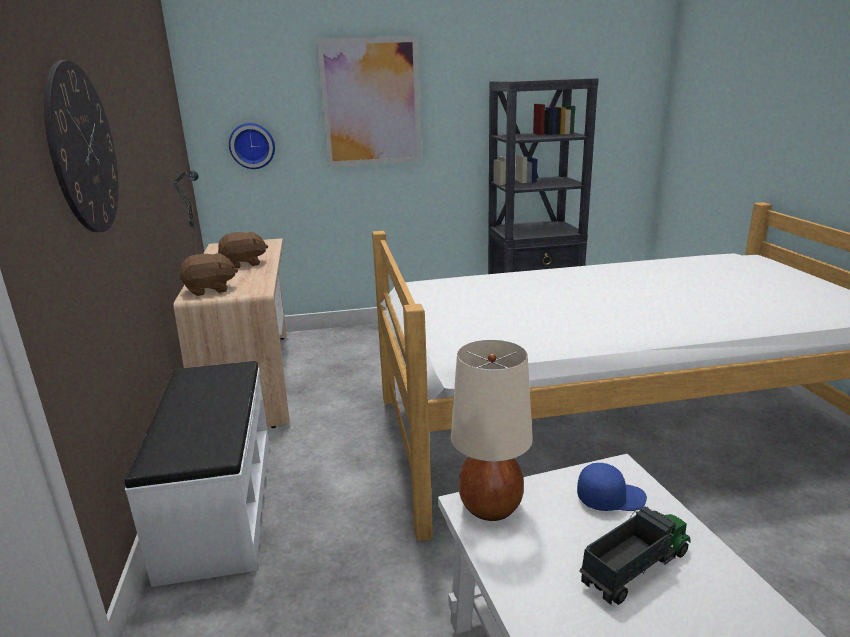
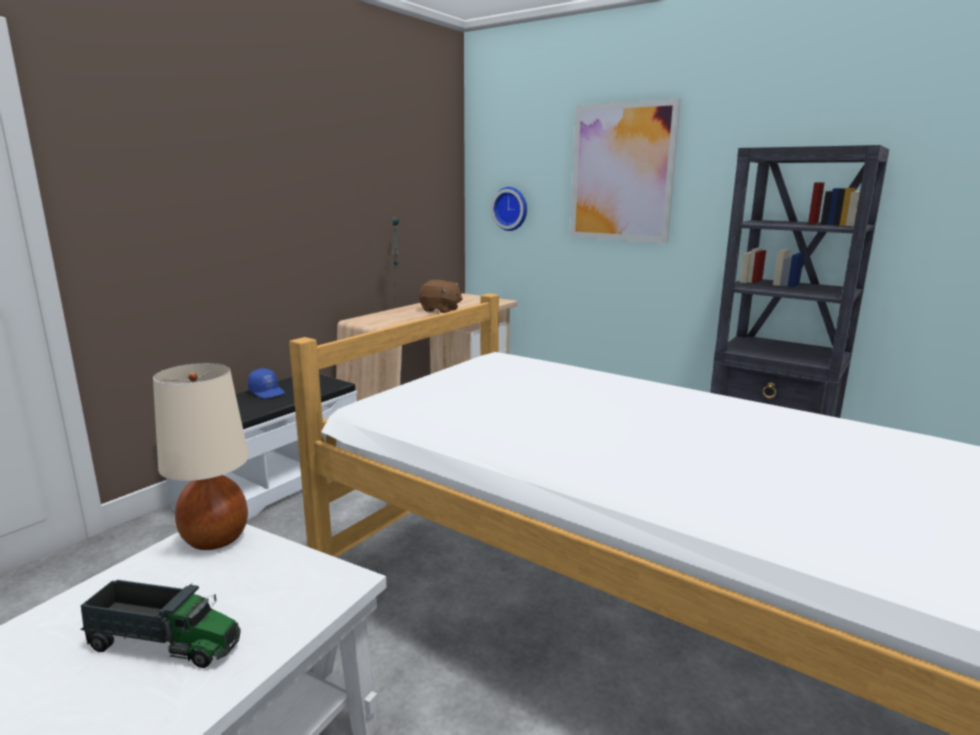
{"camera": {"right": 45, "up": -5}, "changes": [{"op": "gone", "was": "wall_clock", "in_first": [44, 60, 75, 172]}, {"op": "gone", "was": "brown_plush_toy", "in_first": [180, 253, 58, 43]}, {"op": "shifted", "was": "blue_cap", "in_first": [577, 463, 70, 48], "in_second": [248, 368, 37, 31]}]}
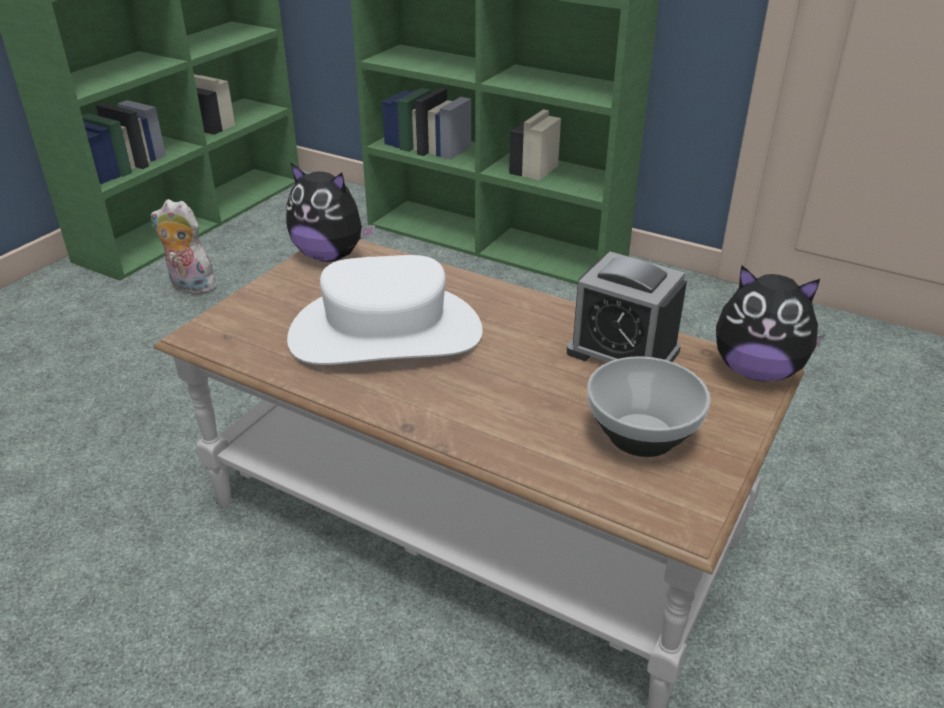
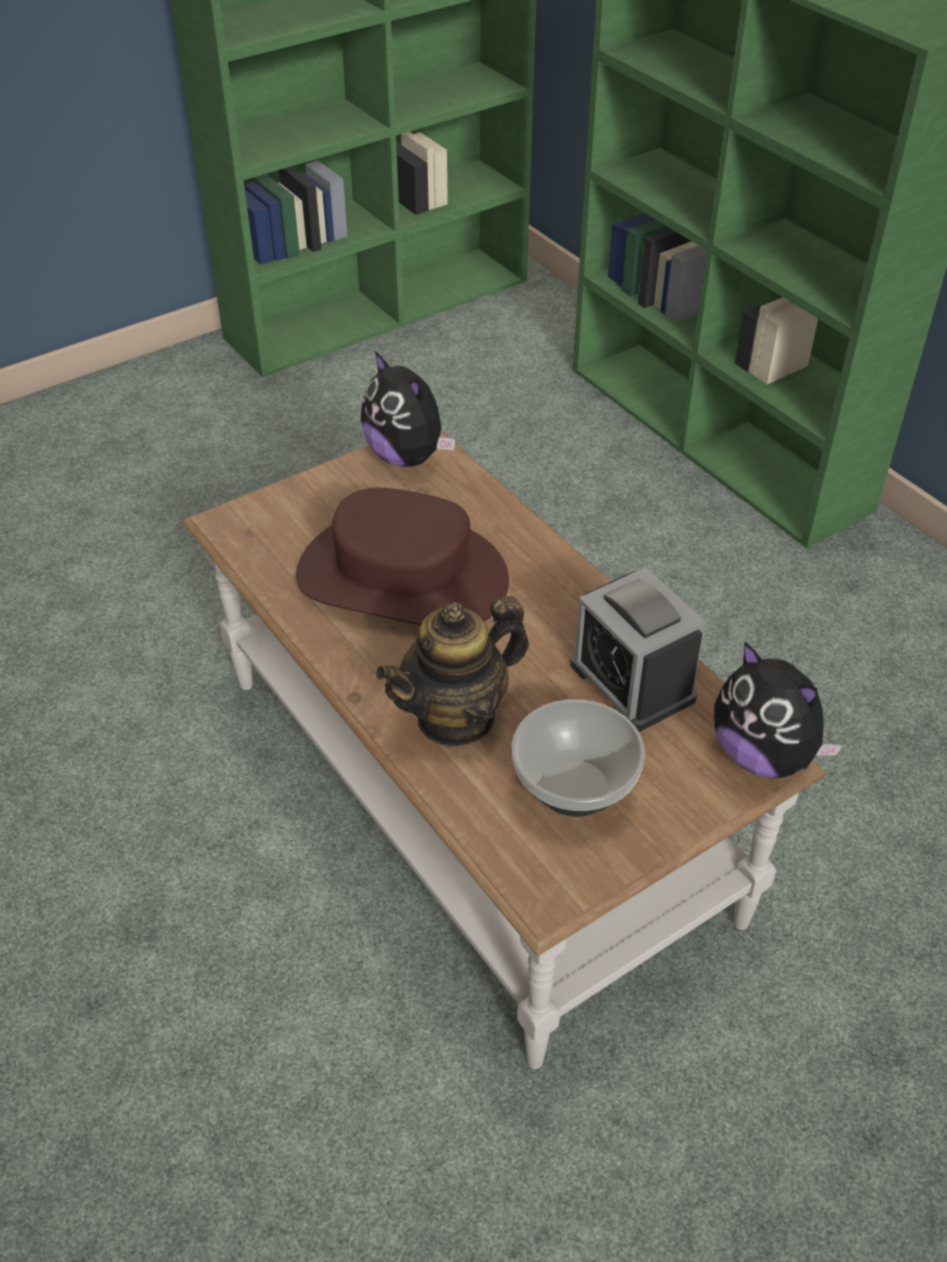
{"camera": {"right": 25, "up": 10}, "changes": [{"op": "gone", "was": "plush_toy", "in_first": [151, 199, 68, 96]}, {"op": "repainted", "was": "white_hat", "now": "brown_hat", "in_first": [287, 255, 196, 110], "in_second": [296, 488, 213, 137]}, {"op": "new", "now": "teapot", "in_second": [376, 596, 153, 152]}]}
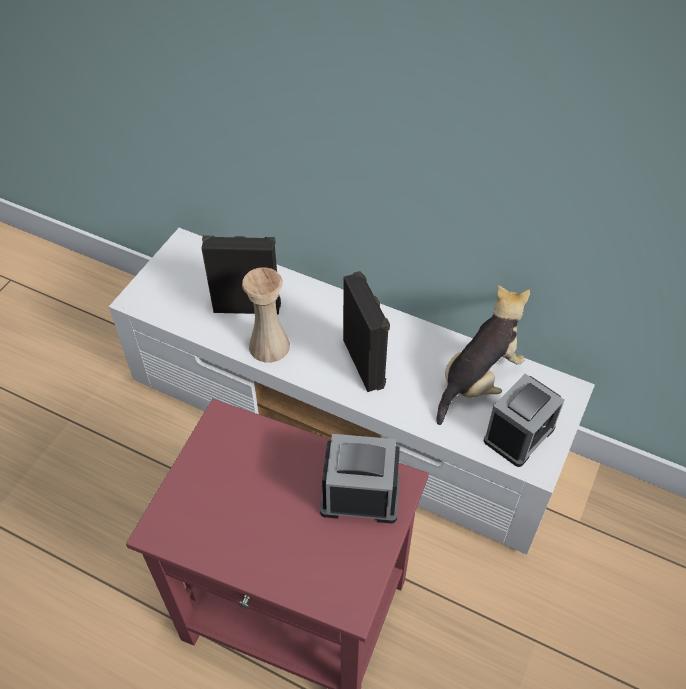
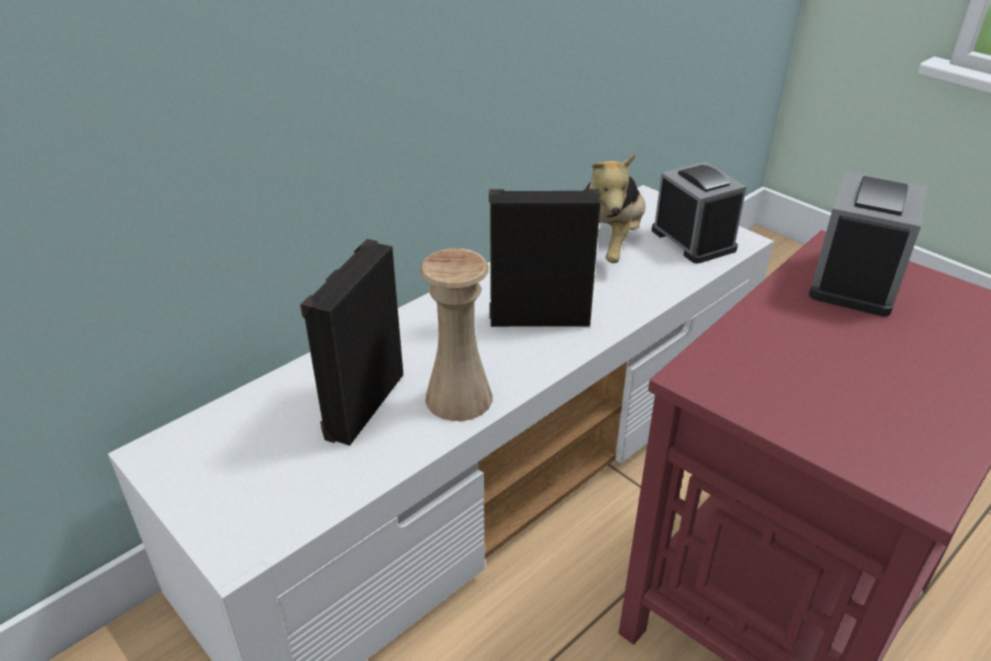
{"camera": {"right": -70, "up": -15}, "changes": [{"op": "rotated", "was": "plush_toy", "in_first": [436, 285, 94, 140], "in_second": [585, 153, 61, 110], "clockwise": -135}]}
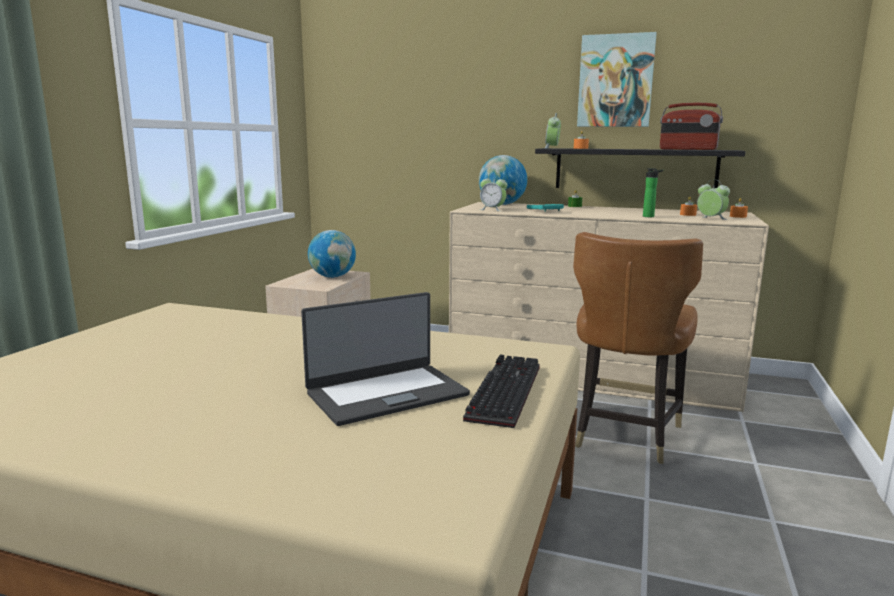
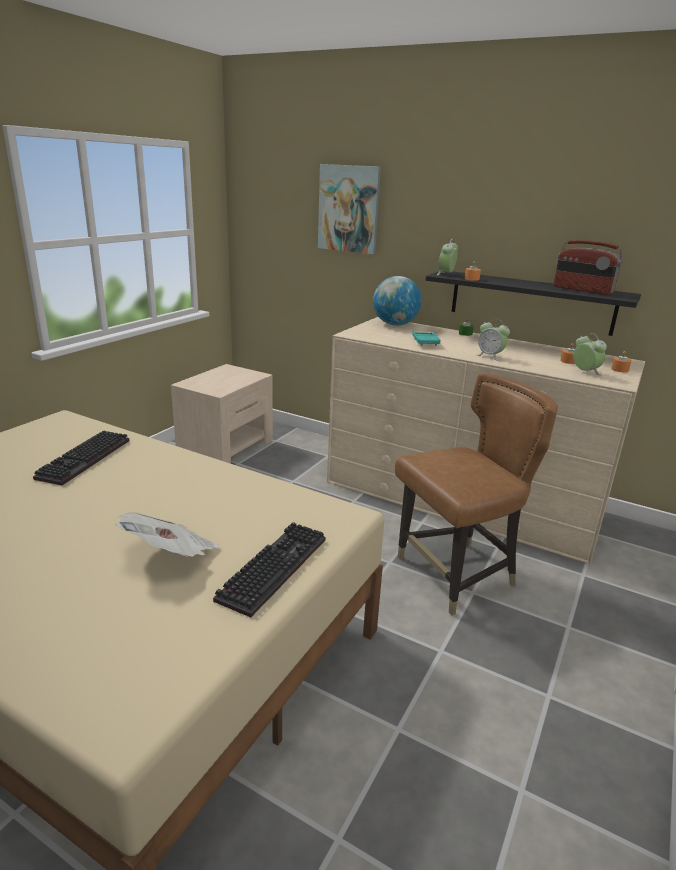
{"camera": {"right": 10, "up": 10}, "changes": [{"op": "shifted", "was": "picture", "in_first": [577, 32, 80, 95], "in_second": [318, 164, 63, 90]}, {"op": "gone", "was": "bottle", "in_first": [643, 168, 20, 49]}, {"op": "shifted", "was": "alarm_clock", "in_first": [480, 174, 28, 37], "in_second": [476, 319, 34, 42]}, {"op": "gone", "was": "globe", "in_first": [308, 230, 48, 48]}, {"op": "rotated", "was": "brown_chair", "in_first": [573, 232, 130, 232], "in_second": [395, 373, 163, 242], "clockwise": -150}, {"op": "swapped", "was": "laptop", "now": "newspaper", "in_first": [301, 292, 169, 134], "in_second": [115, 512, 105, 45]}, {"op": "new", "now": "keyboard", "in_second": [33, 430, 96, 55]}]}
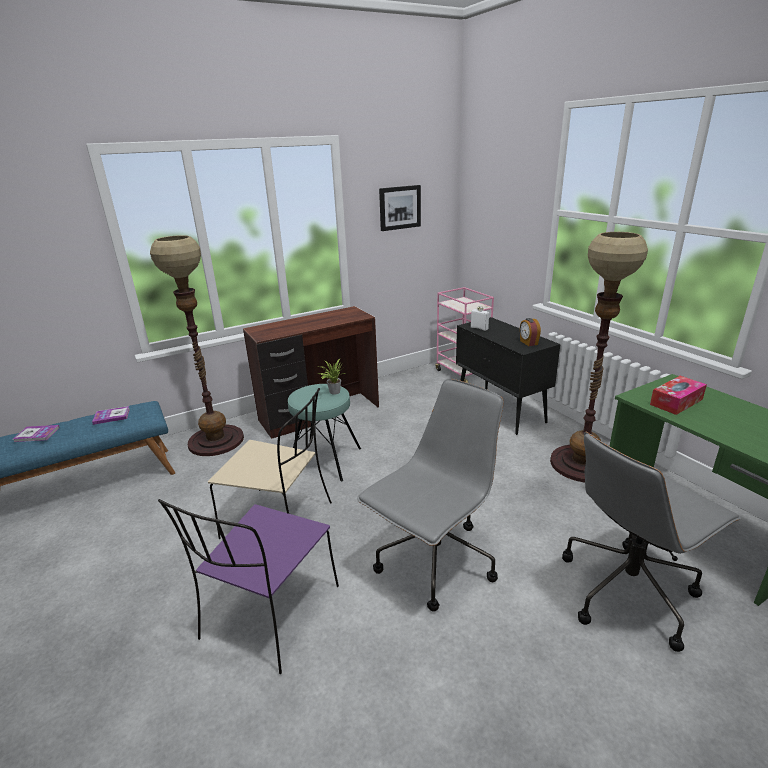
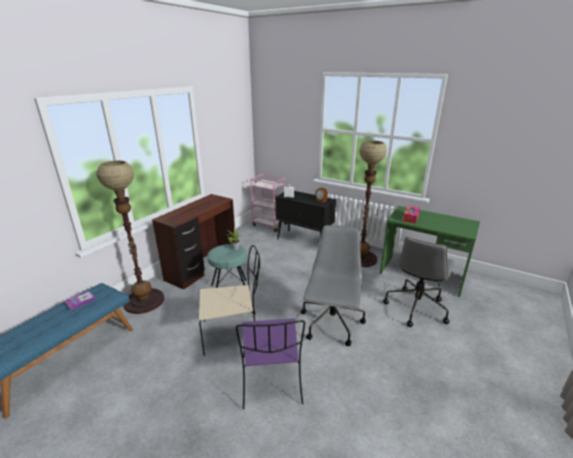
{"camera": {"right": -30, "up": 0}, "changes": [{"op": "gone", "was": "picture", "in_first": [379, 185, 42, 46]}, {"op": "gone", "was": "book", "in_first": [13, 425, 47, 17]}]}
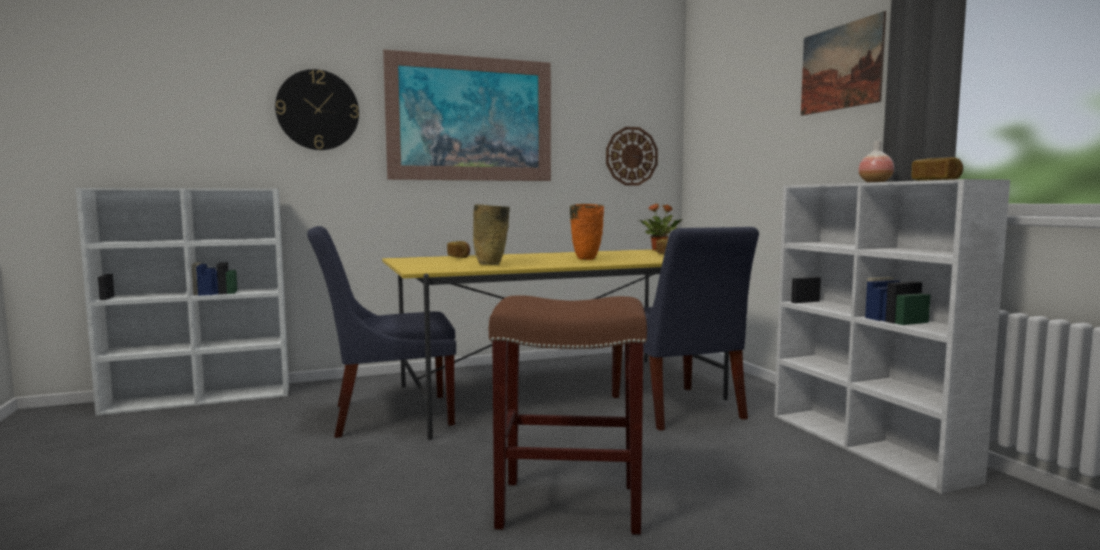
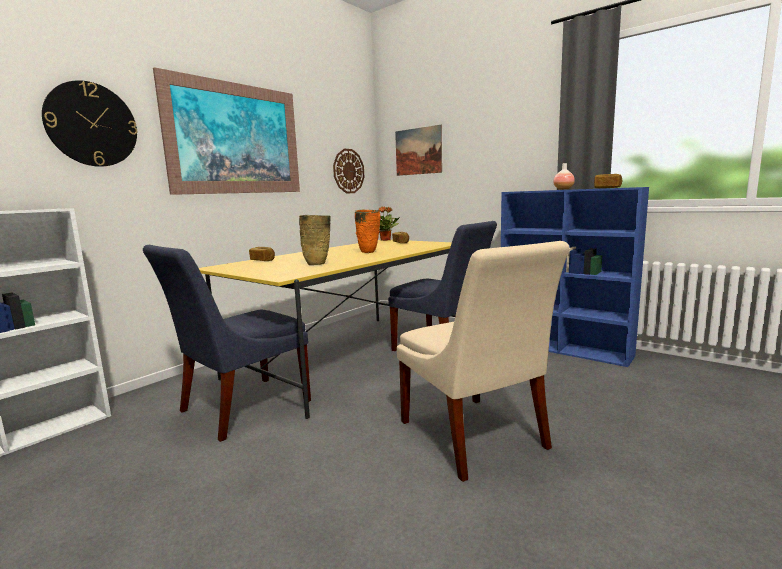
{"camera": {"right": -30, "up": 5}, "changes": [{"op": "shifted", "was": "picture", "in_first": [801, 11, 85, 105], "in_second": [395, 125, 47, 51]}, {"op": "repainted", "was": "white_bookcase", "now": "blue_bookcase", "in_first": [774, 179, 236, 315], "in_second": [501, 187, 148, 180]}, {"op": "swapped", "was": "brown_stool", "now": "beige_chair", "in_first": [489, 295, 158, 240], "in_second": [397, 241, 172, 241]}]}
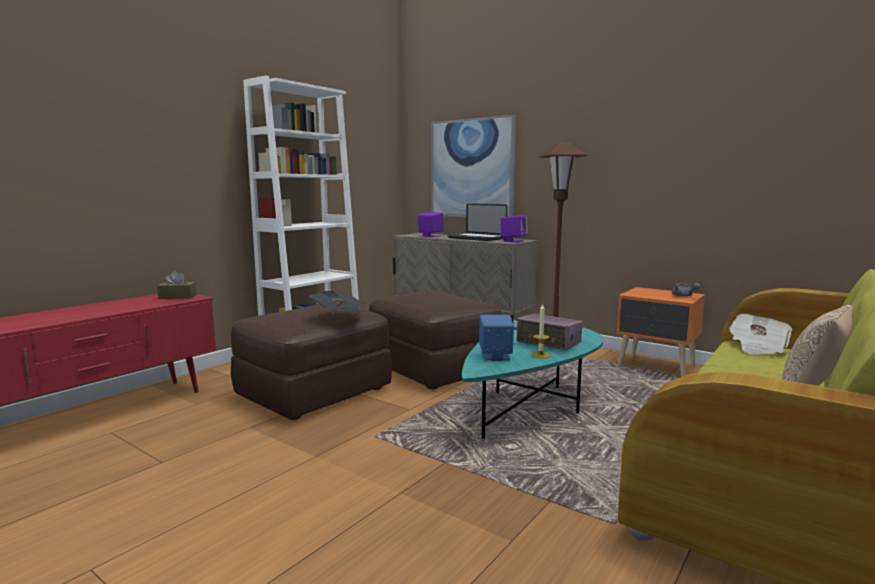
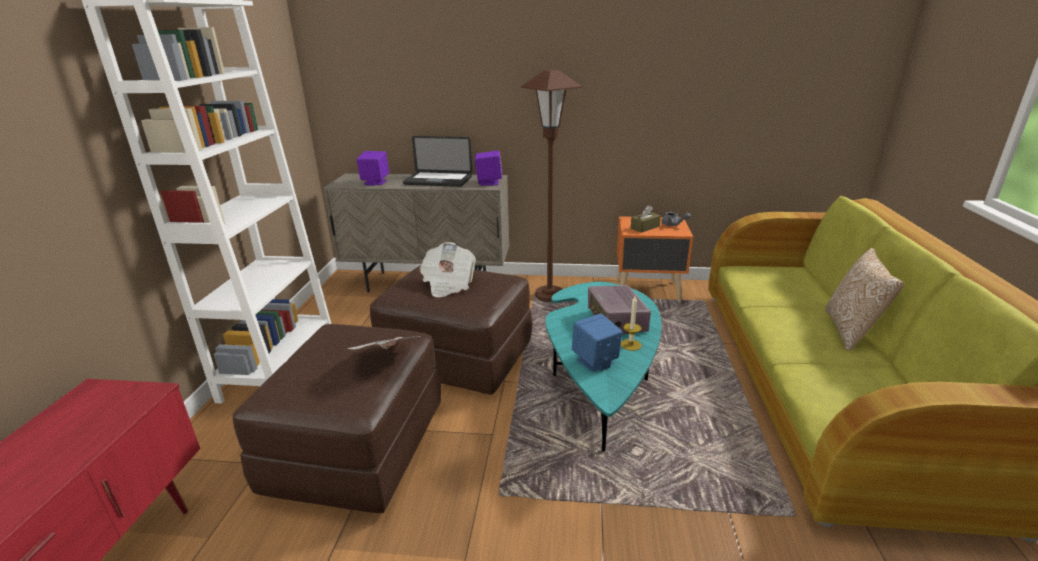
{"camera": {"right": -30, "up": 15}, "changes": [{"op": "gone", "was": "picture", "in_first": [431, 115, 85, 102]}, {"op": "shifted", "was": "brown_tissue_box", "in_first": [157, 271, 40, 28], "in_second": [631, 205, 30, 28]}, {"op": "rotated", "was": "radio", "in_first": [517, 314, 66, 36], "in_second": [588, 285, 63, 49], "clockwise": 75}, {"op": "shifted", "was": "newspaper", "in_first": [729, 314, 63, 41], "in_second": [419, 242, 57, 55]}]}
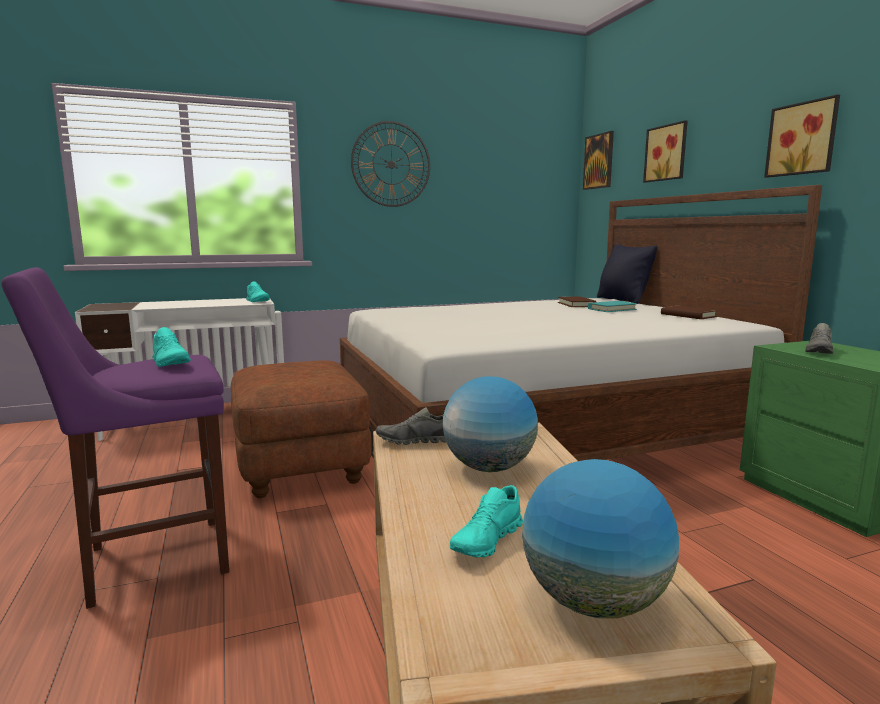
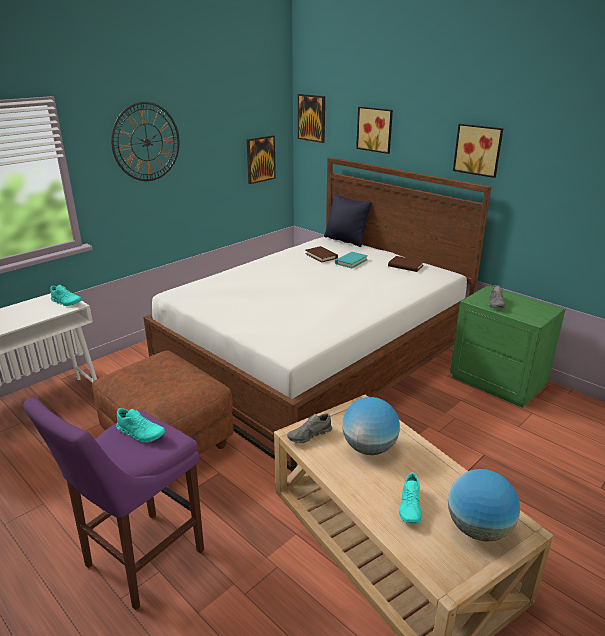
{"camera": {"right": -25, "up": 15}, "changes": [{"op": "new", "now": "picture", "in_second": [246, 135, 30, 49]}]}
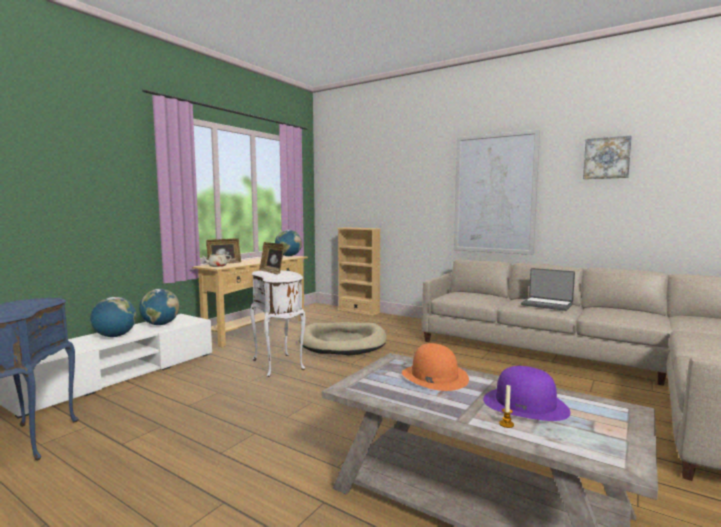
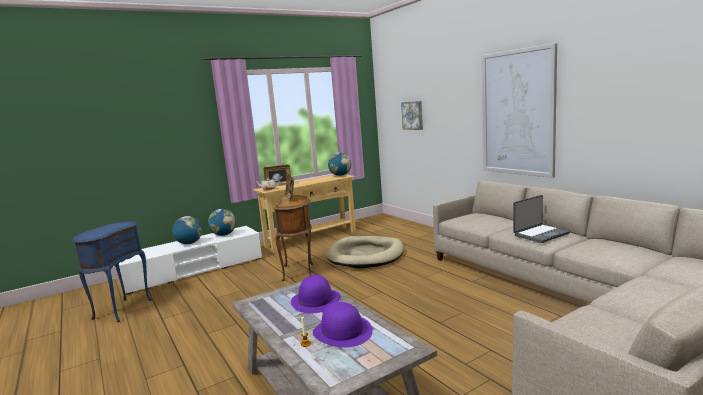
{"camera": {"right": 25, "up": 5}, "changes": [{"op": "shifted", "was": "picture", "in_first": [583, 136, 49, 43], "in_second": [401, 101, 22, 29]}, {"op": "gone", "was": "beige_bookcase", "in_first": [337, 227, 44, 89]}, {"op": "rotated", "was": "laptop", "in_first": [521, 268, 54, 43], "in_second": [513, 195, 57, 48], "clockwise": -90}, {"op": "repainted", "was": "white_side_table", "now": "brown_side_table", "in_first": [250, 270, 55, 107], "in_second": [274, 195, 39, 87]}, {"op": "repainted", "was": "orange_hat", "now": "purple_hat", "in_first": [402, 343, 67, 48], "in_second": [291, 275, 49, 39]}]}
